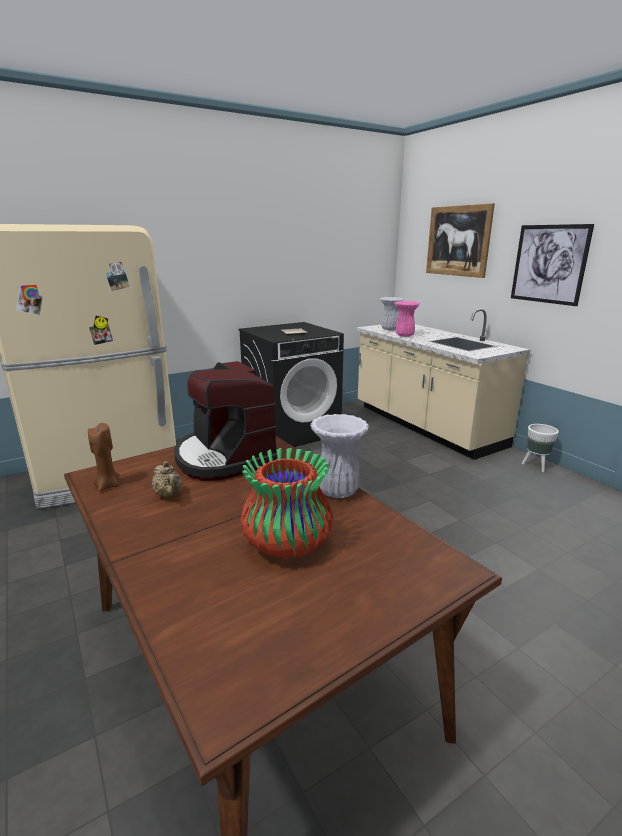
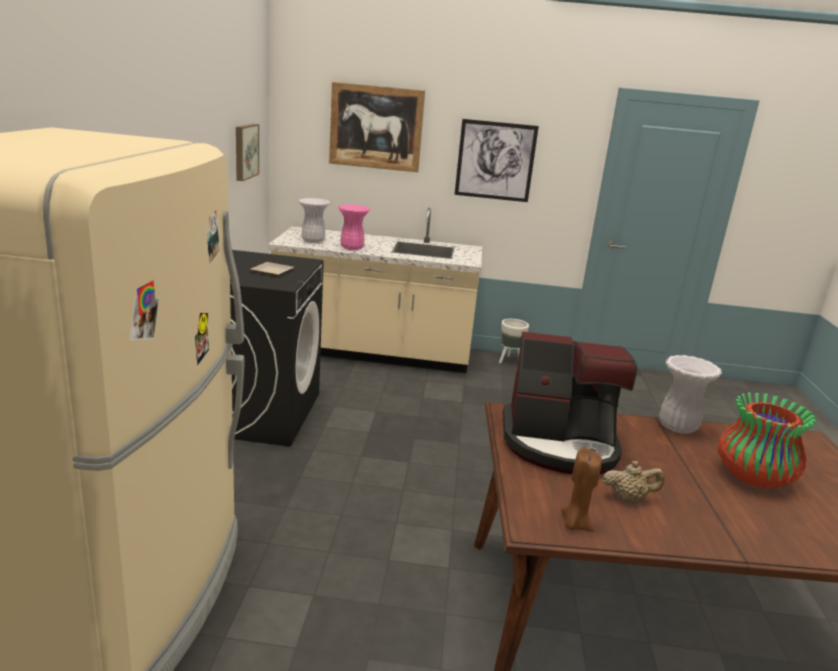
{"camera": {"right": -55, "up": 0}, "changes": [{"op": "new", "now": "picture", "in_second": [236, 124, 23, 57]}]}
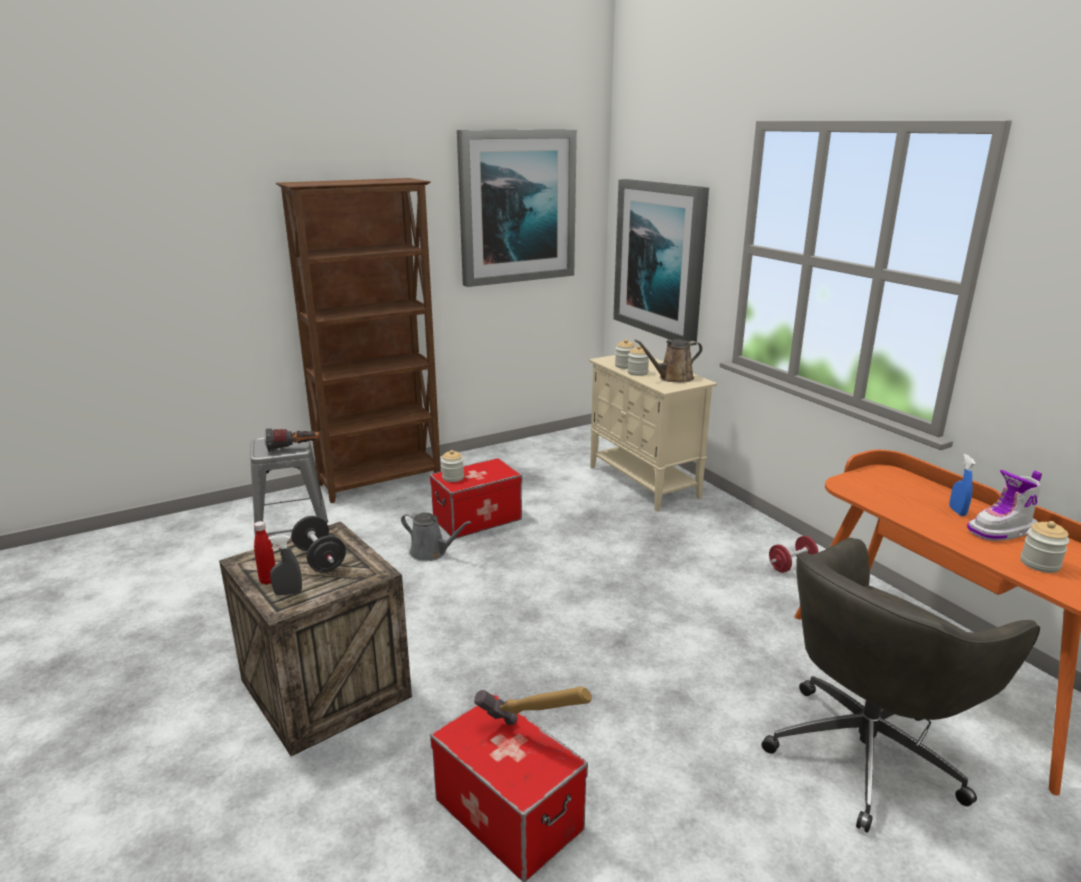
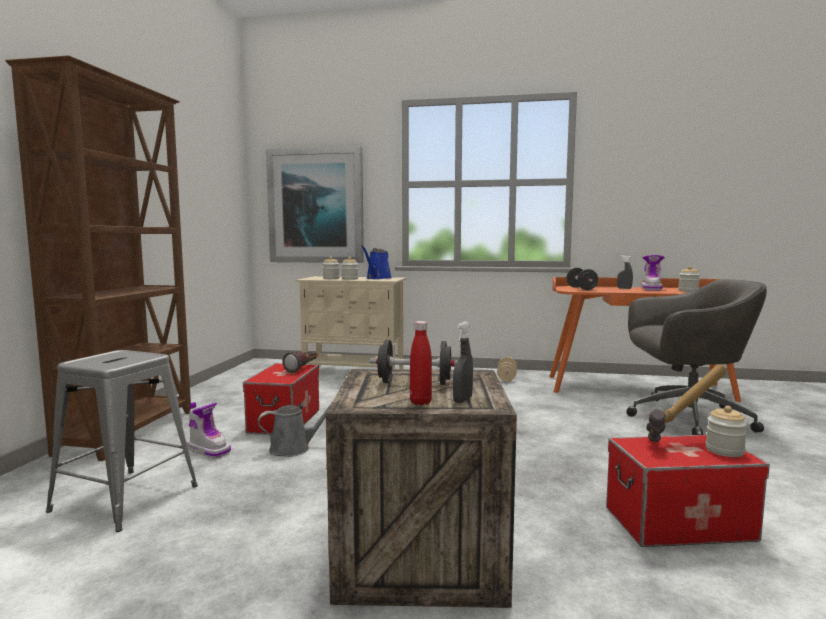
{"camera": {"right": -50, "up": -15}, "changes": [{"op": "gone", "was": "picture", "in_first": [457, 129, 120, 158]}, {"op": "repainted", "was": "brown_watering_can", "now": "blue_watering_can", "in_first": [634, 339, 68, 44], "in_second": [361, 246, 31, 33]}, {"op": "shifted", "was": "flashlight", "in_first": [264, 428, 56, 24], "in_second": [282, 351, 36, 22]}, {"op": "shifted", "was": "jar", "in_first": [441, 450, 23, 32], "in_second": [706, 406, 42, 51]}, {"op": "repainted", "was": "blue_spray_bottle", "now": "grey_spray_bottle", "in_first": [949, 454, 27, 62], "in_second": [617, 255, 16, 34]}, {"op": "repainted", "was": "red_dumbbell", "now": "beige_dumbbell", "in_first": [769, 536, 50, 37], "in_second": [497, 357, 20, 25]}, {"op": "rotated", "was": "grey_office_chair", "in_first": [762, 538, 278, 295], "in_second": [626, 279, 141, 156], "clockwise": -90}, {"op": "new", "now": "black_dumbbell", "in_second": [566, 268, 32, 22]}, {"op": "new", "now": "boot", "in_second": [186, 402, 45, 56]}]}
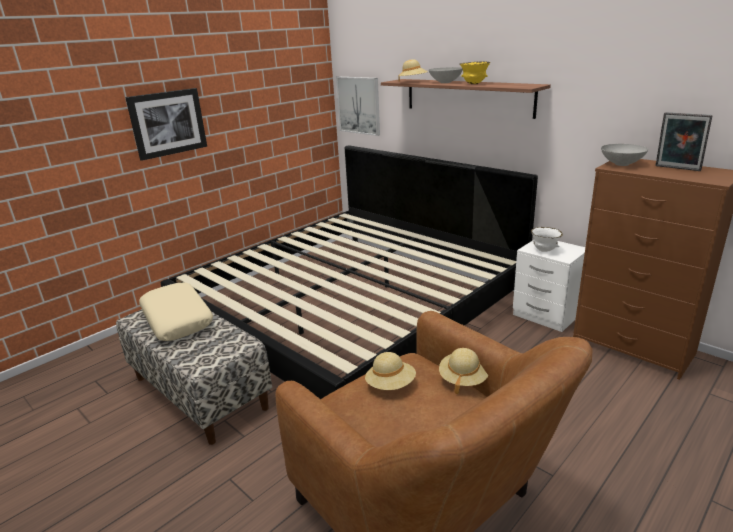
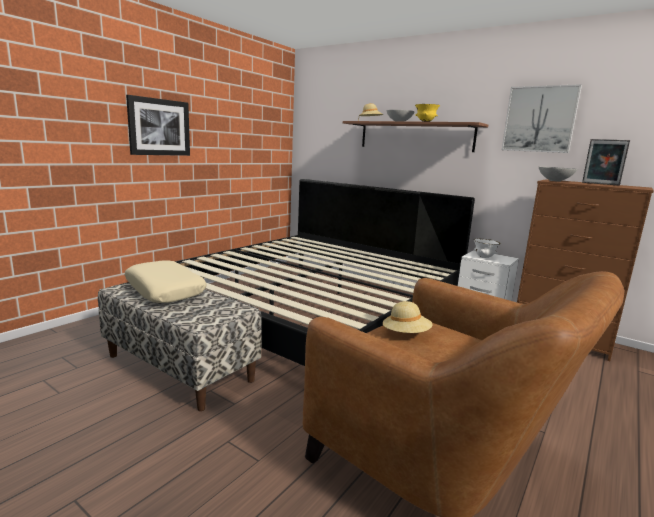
{"camera": {"right": -10, "up": -10}, "changes": [{"op": "shifted", "was": "picture", "in_first": [336, 77, 44, 59], "in_second": [502, 84, 80, 69]}, {"op": "gone", "was": "beige_hat", "in_first": [439, 348, 49, 46]}]}
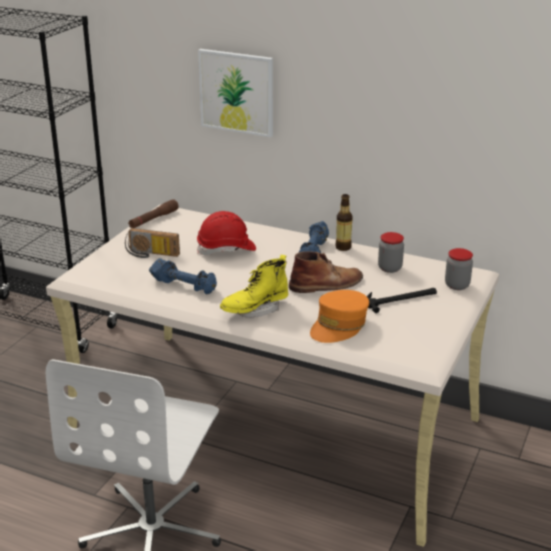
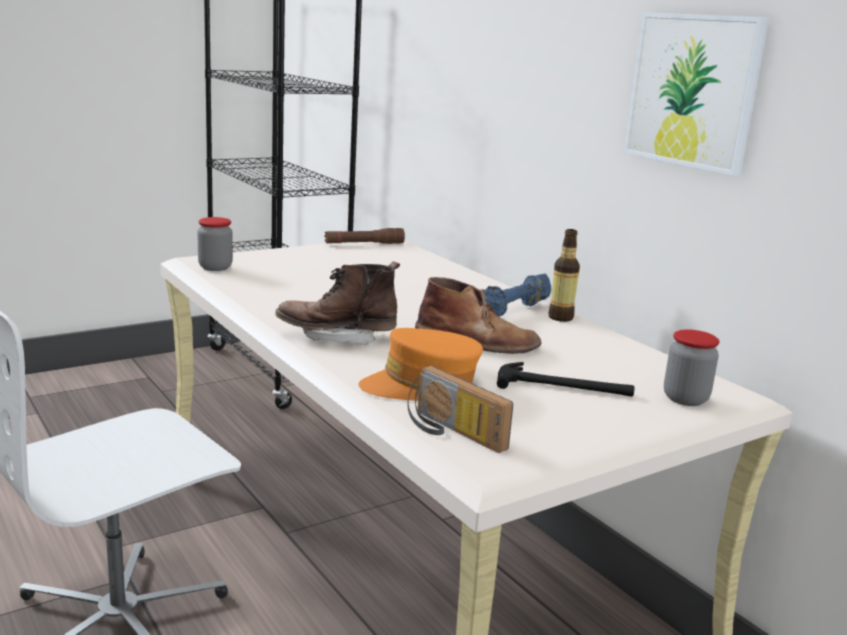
{"camera": {"right": 30, "up": -10}, "changes": [{"op": "shifted", "was": "picture", "in_first": [198, 49, 75, 88], "in_second": [624, 12, 145, 164]}, {"op": "gone", "was": "red_hard_hat", "in_first": [197, 211, 59, 44]}, {"op": "shifted", "was": "radio", "in_first": [125, 228, 55, 30], "in_second": [407, 366, 106, 87]}, {"op": "shifted", "was": "jar", "in_first": [378, 232, 26, 41], "in_second": [197, 217, 36, 54]}, {"op": "repainted", "was": "yellow_boot", "now": "brown_boot", "in_first": [220, 255, 68, 63], "in_second": [275, 262, 125, 84]}, {"op": "gone", "was": "blue_dumbbell", "in_first": [149, 258, 68, 36]}]}
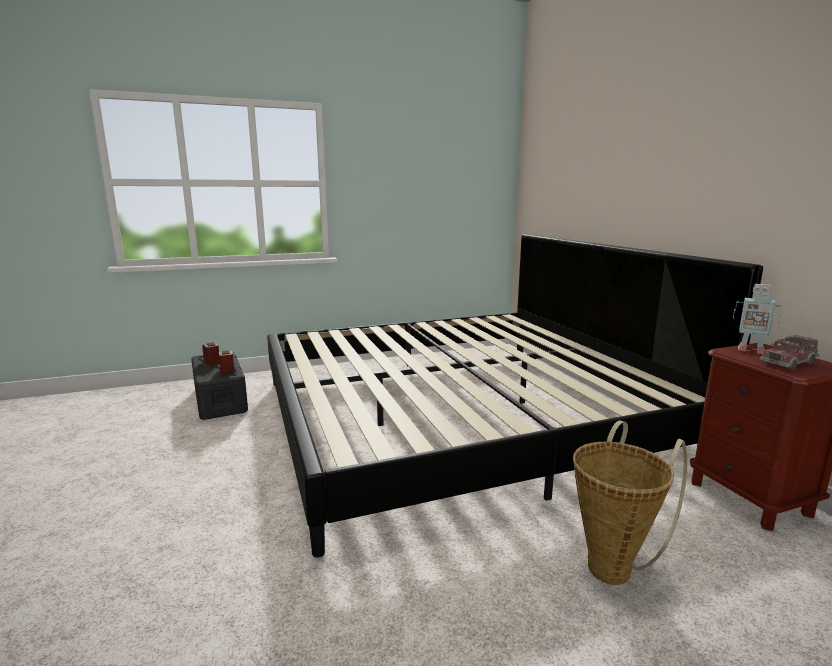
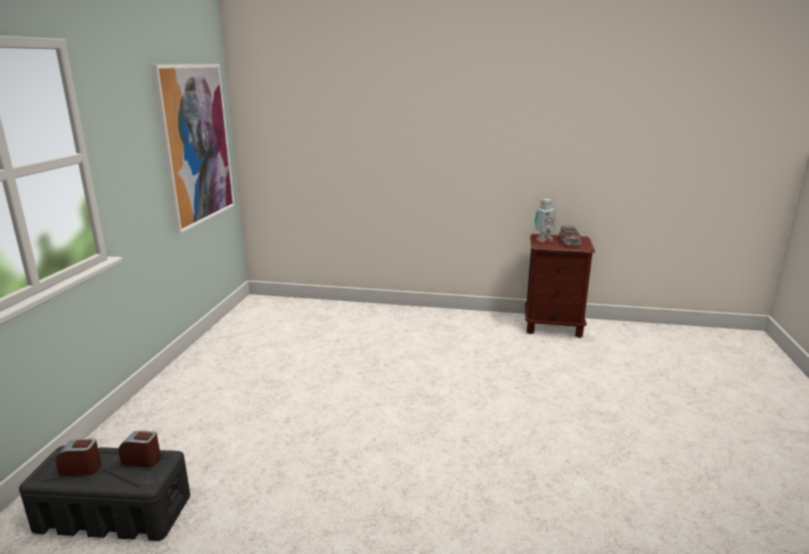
{"camera": {"right": -60, "up": 5}, "changes": [{"op": "gone", "was": "bed", "in_first": [267, 234, 496, 324]}, {"op": "gone", "was": "basket", "in_first": [573, 420, 114, 165]}, {"op": "new", "now": "picture", "in_second": [151, 64, 84, 169]}]}
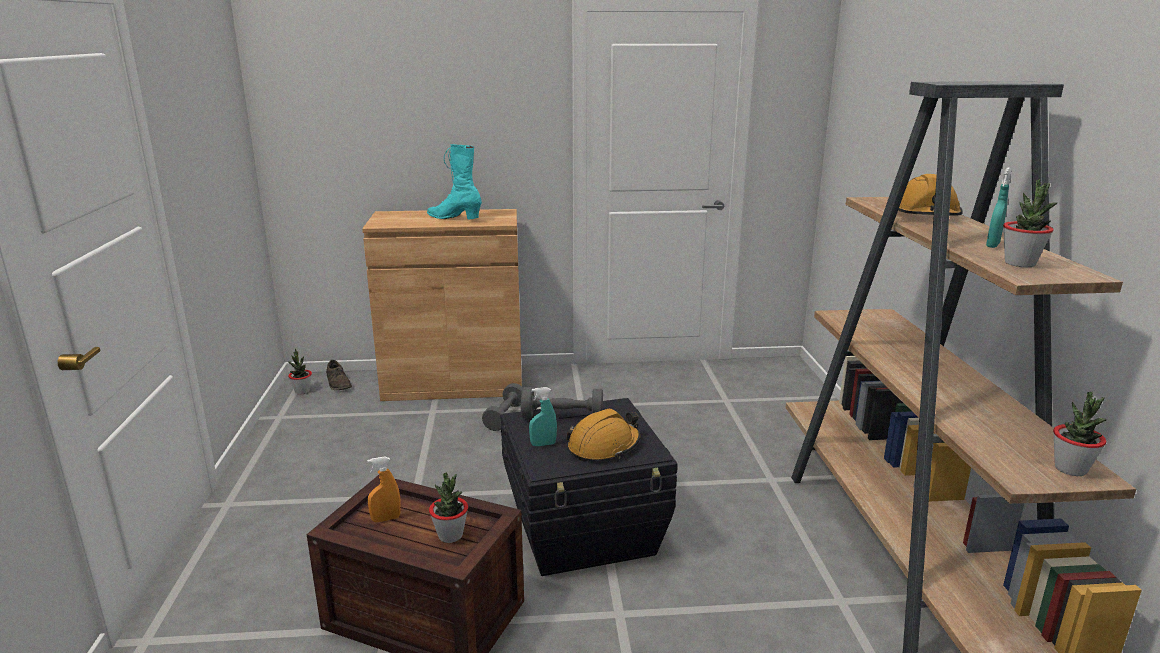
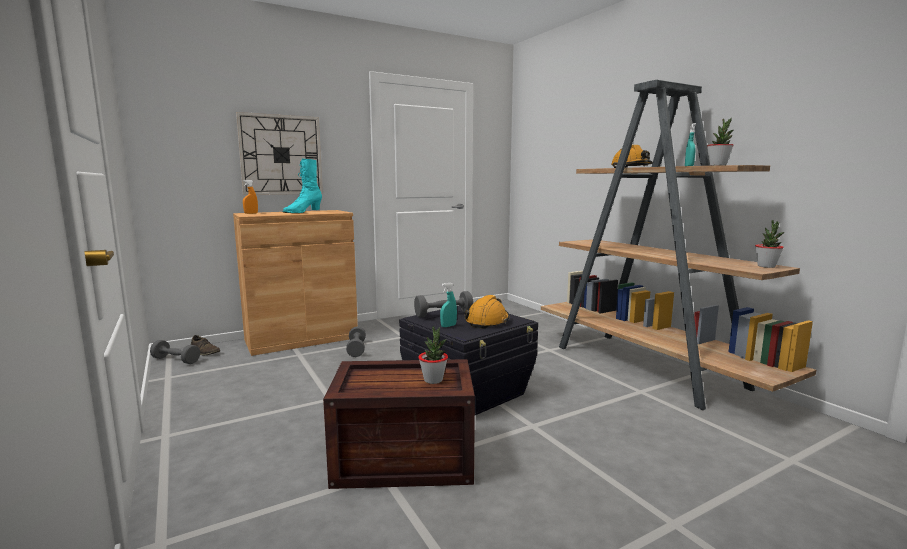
{"camera": {"right": -25, "up": -10}, "changes": [{"op": "rotated", "was": "turquoise_boot", "in_first": [427, 144, 55, 75], "in_second": [283, 159, 39, 54], "clockwise": -60}, {"op": "swapped", "was": "potted_plant", "now": "grey_dumbbell", "in_first": [288, 349, 24, 46], "in_second": [150, 340, 50, 24]}, {"op": "shifted", "was": "orange_spray_bottle", "in_first": [367, 456, 34, 66], "in_second": [243, 180, 15, 34]}, {"op": "new", "now": "wall_clock", "in_second": [236, 112, 87, 83]}]}
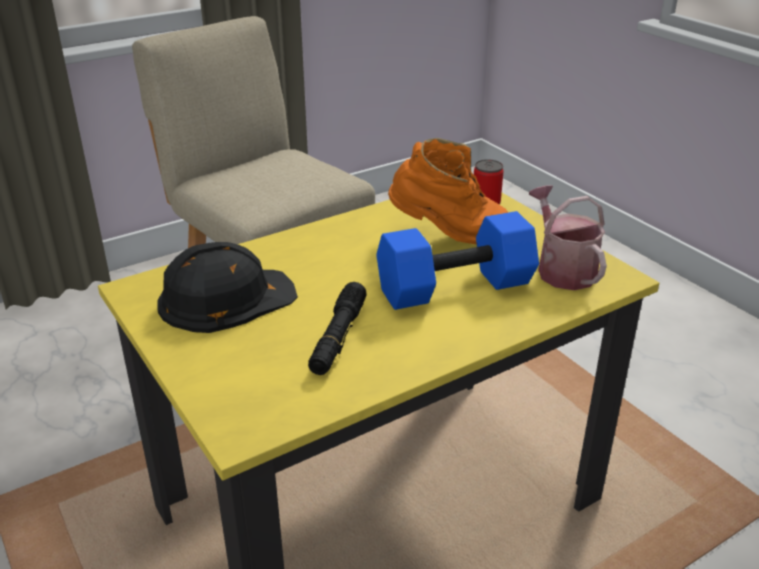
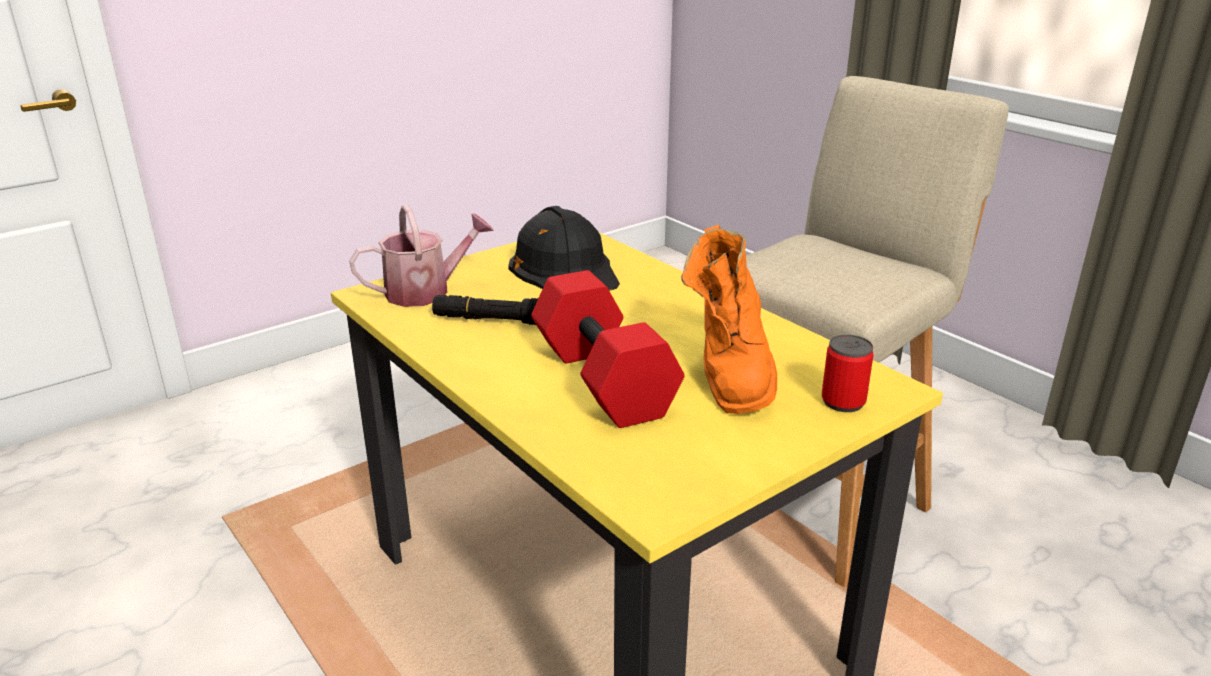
{"camera": {"right": 85, "up": -5}, "changes": [{"op": "shifted", "was": "watering_can", "in_first": [529, 185, 78, 105], "in_second": [349, 204, 145, 103]}, {"op": "repainted", "was": "blue_dumbbell", "now": "red_dumbbell", "in_first": [376, 211, 163, 99], "in_second": [531, 270, 154, 158]}]}
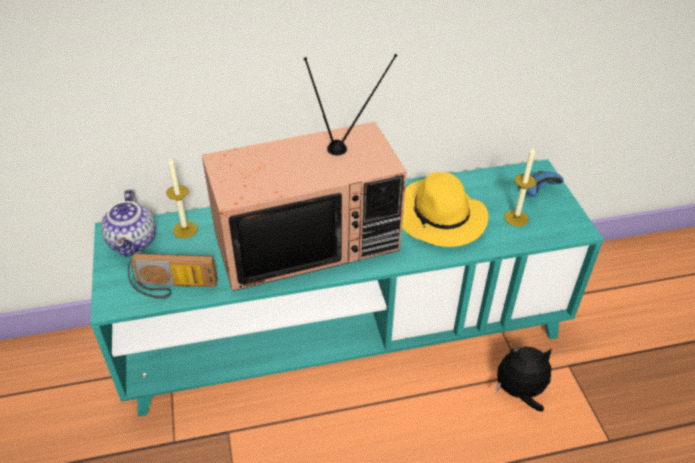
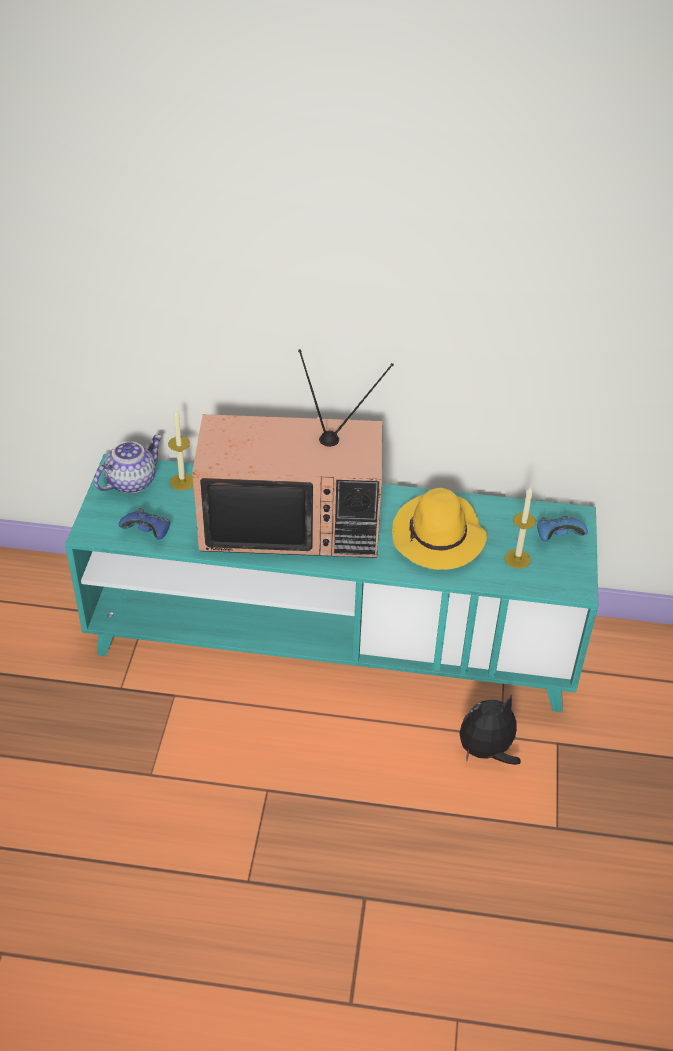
{"camera": {"right": 20, "up": 0}, "changes": [{"op": "rotated", "was": "teapot", "in_first": [101, 190, 55, 67], "in_second": [94, 435, 68, 59], "clockwise": -150}, {"op": "swapped", "was": "radio", "now": "blue_game_controller", "in_first": [128, 253, 90, 46], "in_second": [119, 508, 51, 32]}, {"op": "rotated", "was": "plush_toy", "in_first": [495, 346, 57, 66], "in_second": [459, 695, 62, 70], "clockwise": -45}]}
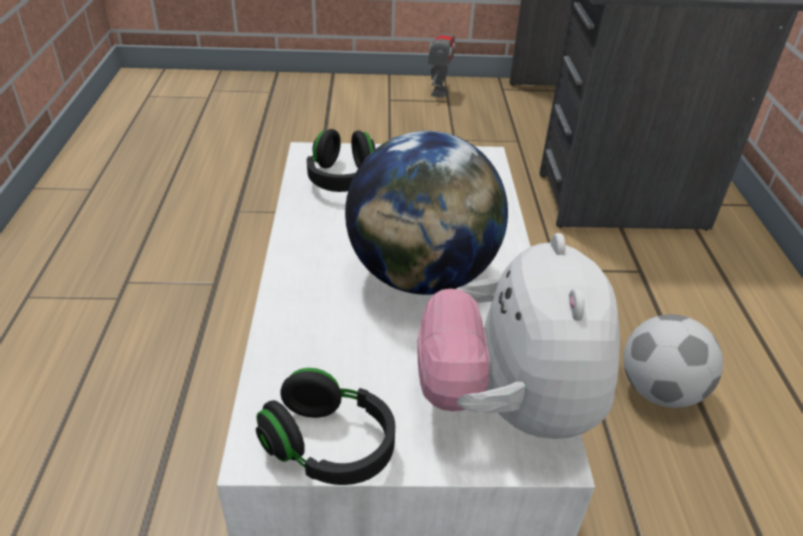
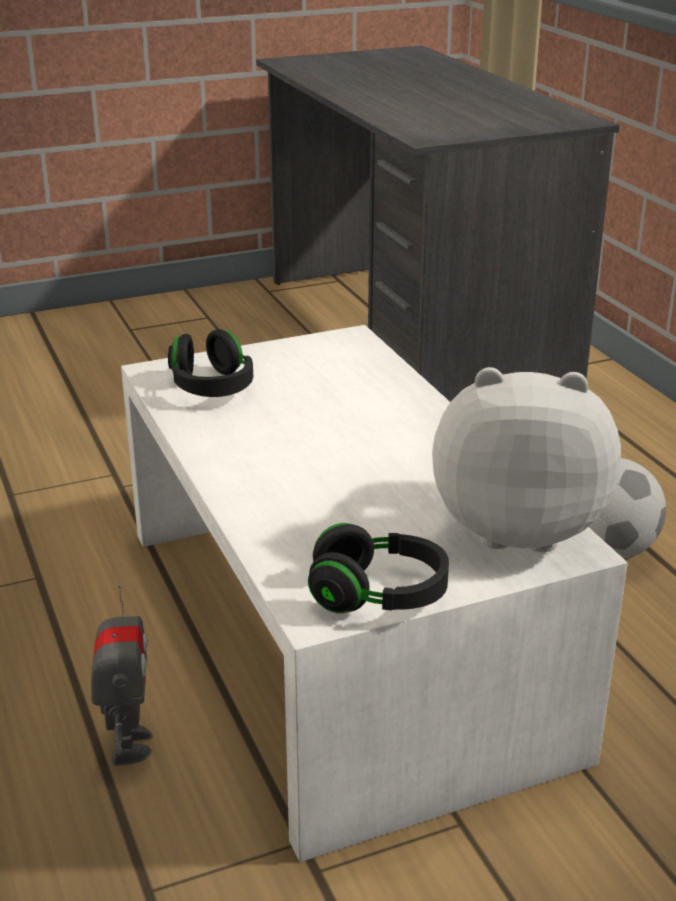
{"camera": {"right": -20, "up": -10}, "changes": [{"op": "shifted", "was": "toy_robot", "in_first": [428, 20, 27, 77], "in_second": [91, 584, 62, 182]}, {"op": "gone", "was": "globe", "in_first": [345, 131, 163, 164]}, {"op": "rotated", "was": "plush_toy", "in_first": [418, 233, 202, 206], "in_second": [432, 367, 189, 185], "clockwise": 120}]}
